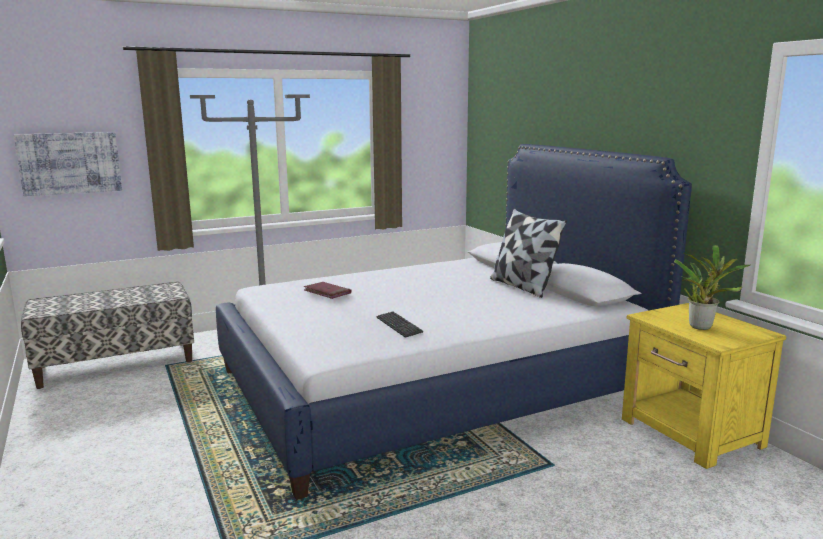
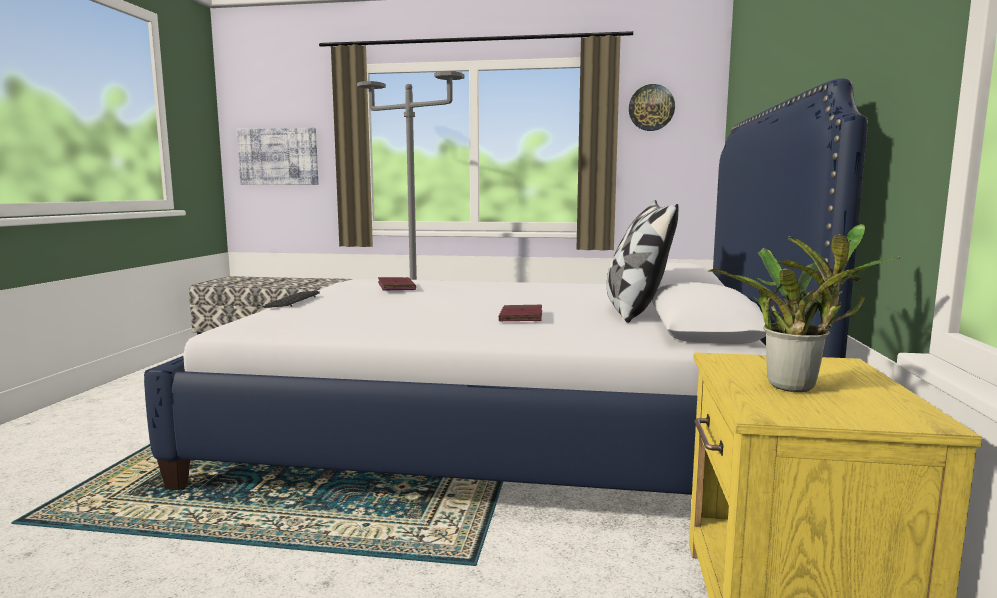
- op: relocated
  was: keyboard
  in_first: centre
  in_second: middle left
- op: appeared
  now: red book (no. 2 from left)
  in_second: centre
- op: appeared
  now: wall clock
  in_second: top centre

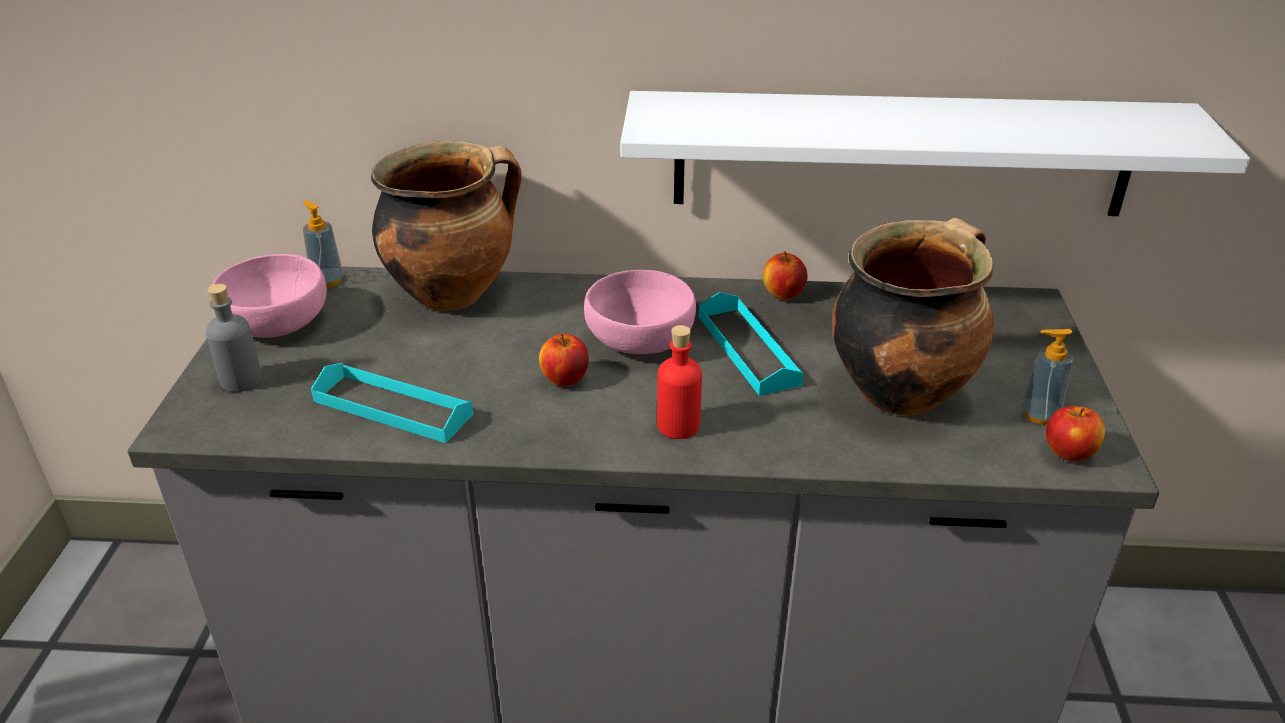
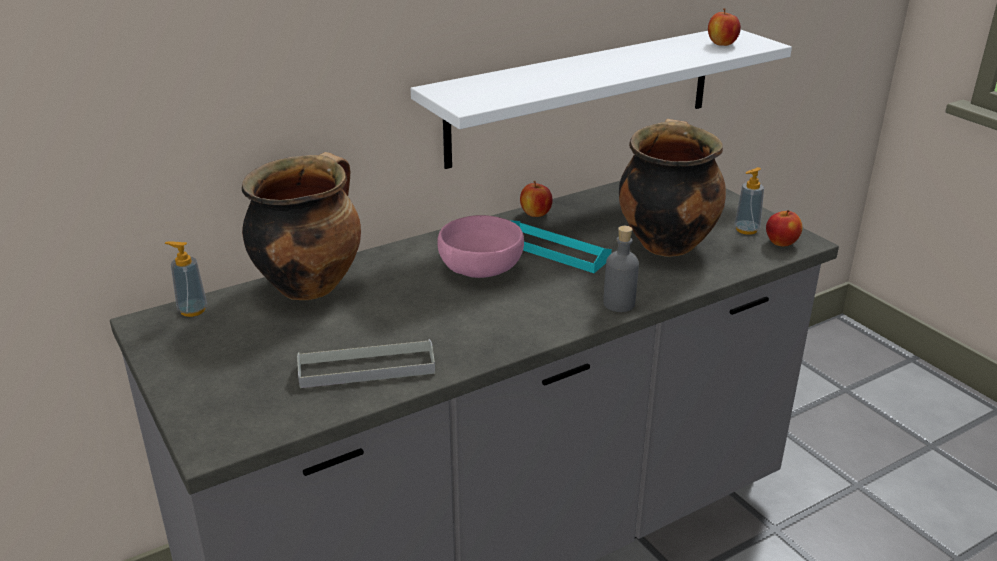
- op: relocated
  was: grey bottle
  in_first: middle left
  in_second: centre
- op: missing
  was: pink bowl (no. 1 from left)
  in_first: middle left
- op: colour
  was: turquoise tray (no. 1 from left)
  now: grey tray
  in_first: middle left
  in_second: centre
- op: relocated
  was: apple (no. 1 from left in the first image)
  now: apple (no. 2 from left)
  in_first: centre
  in_second: top right
- op: missing
  was: red bottle
  in_first: centre

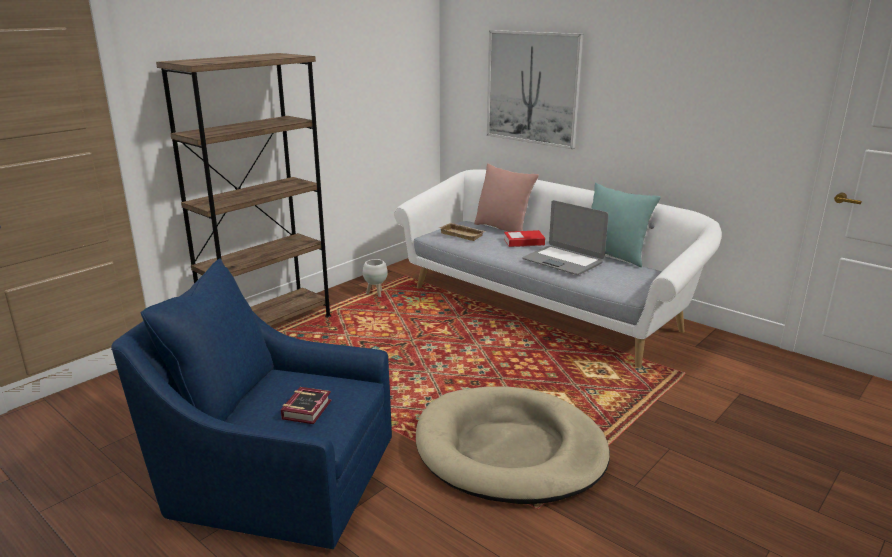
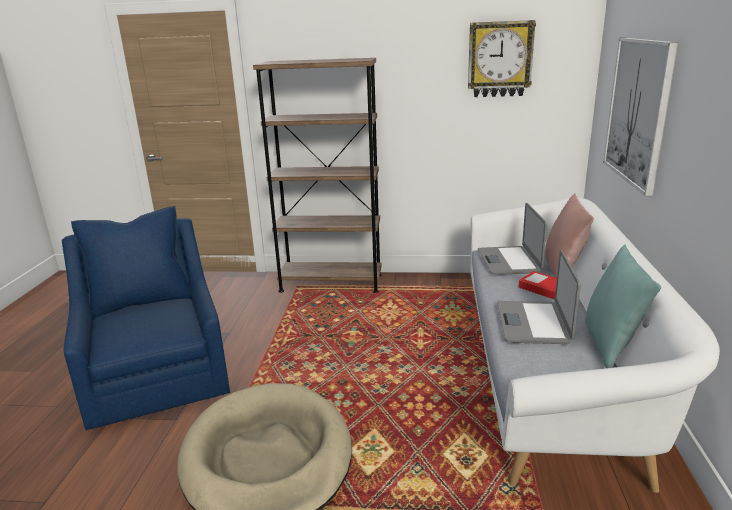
- op: missing
  was: book (no. 1 from left)
  in_first: bottom centre
- op: missing
  was: white planter
  in_first: centre
- op: exchanged
  was: beige tray
  now: laptop (no. 1 from left)
  in_first: centre
  in_second: middle right
- op: appeared
  now: wall clock
  in_second: top right

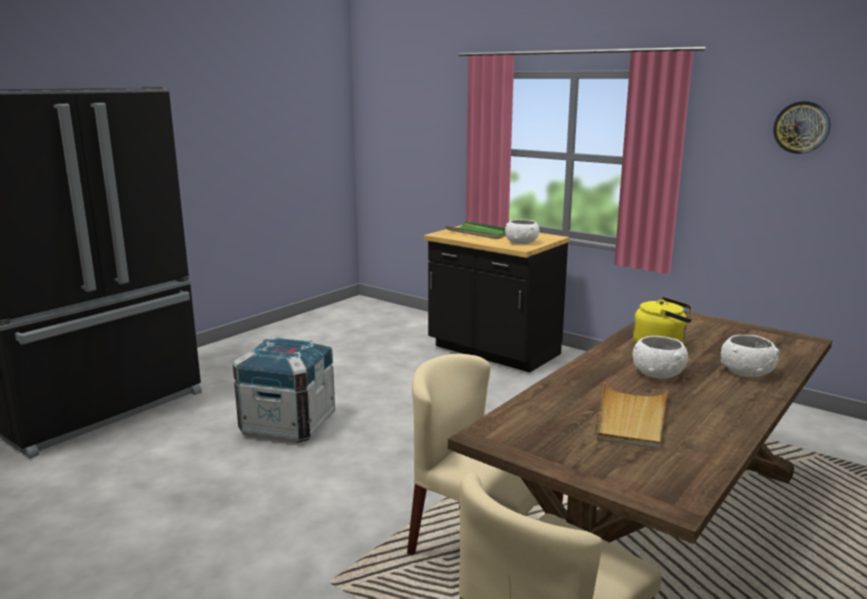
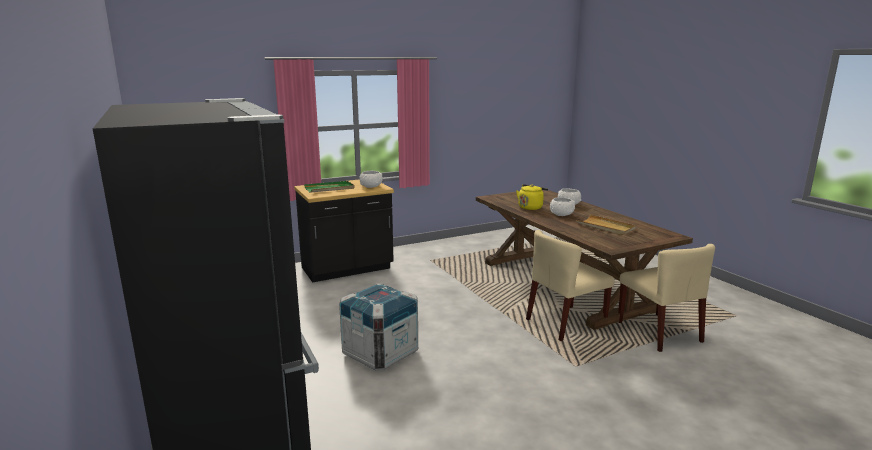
- op: missing
  was: wall clock
  in_first: top right

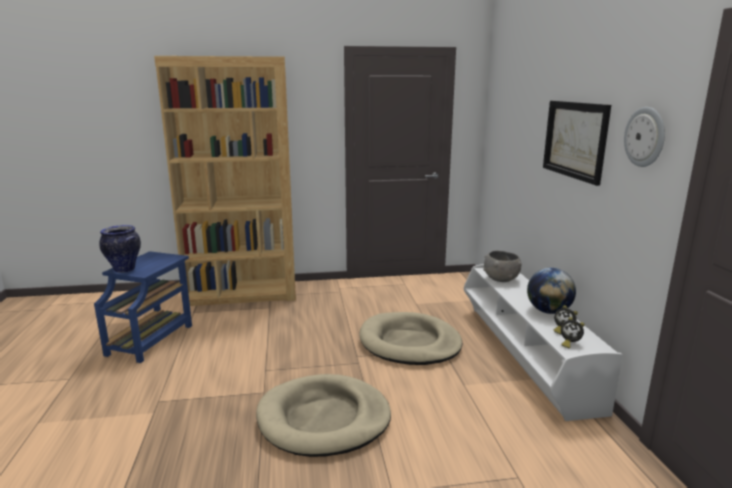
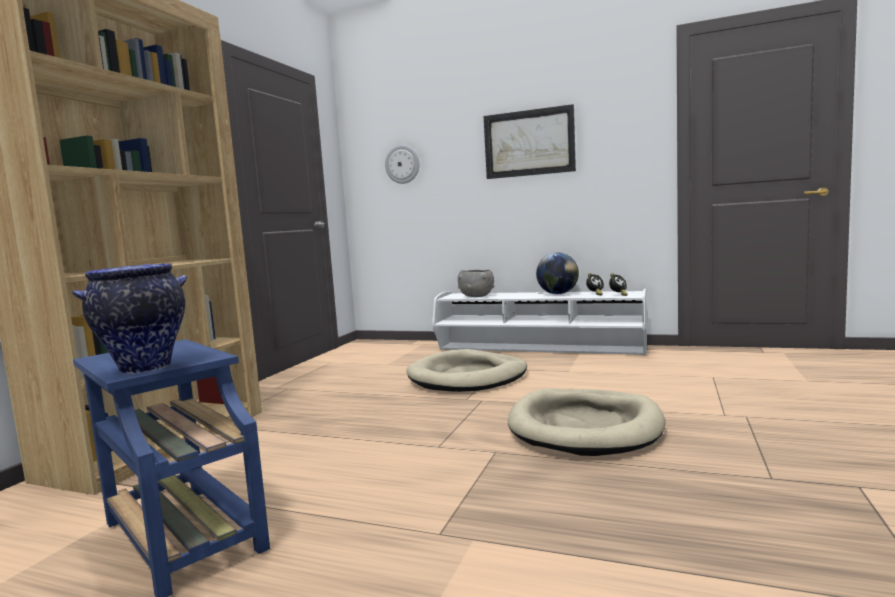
- op: relocated
  was: wall clock
  in_first: top right
  in_second: top centre

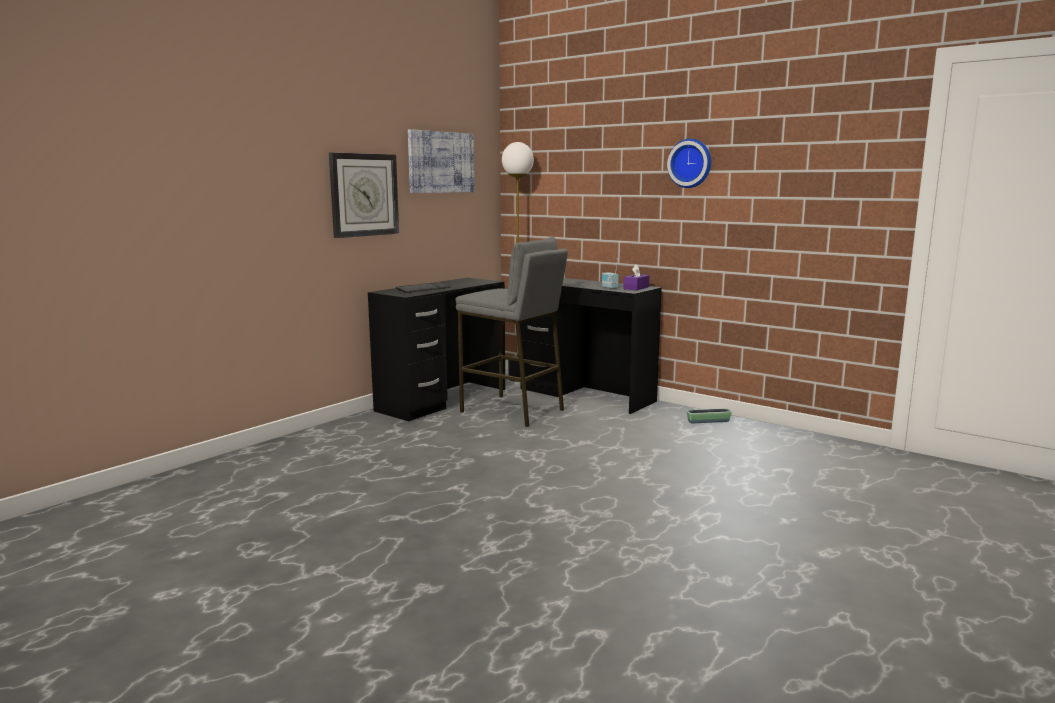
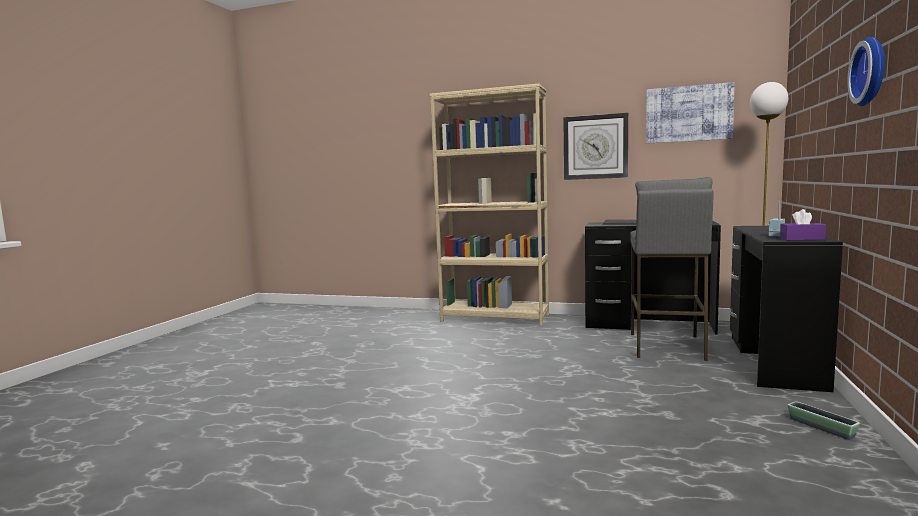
- op: appeared
  now: beige bookcase
  in_second: centre

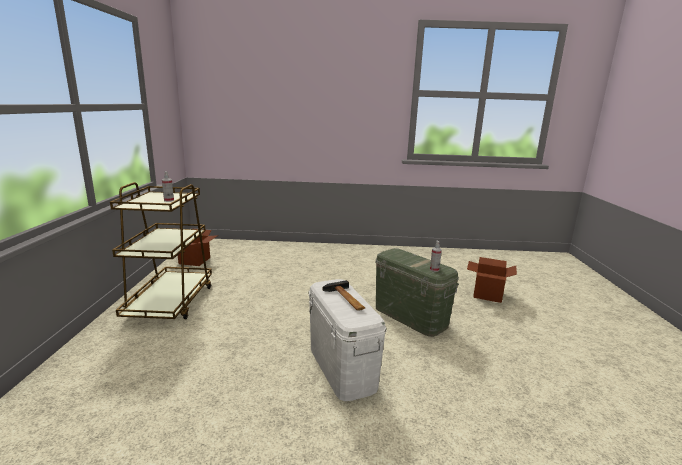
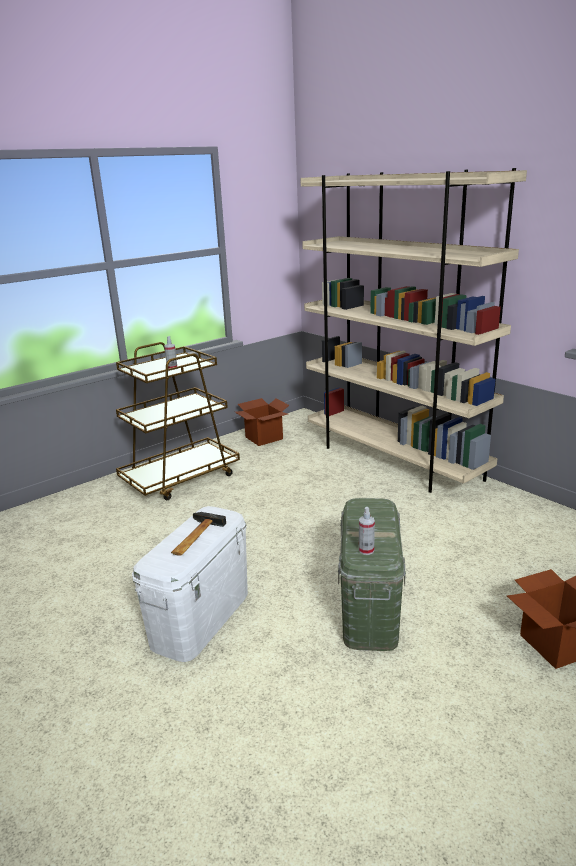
- op: appeared
  now: beige bookcase
  in_second: middle right

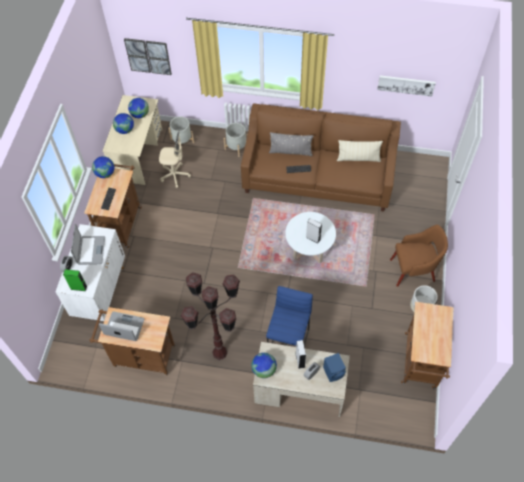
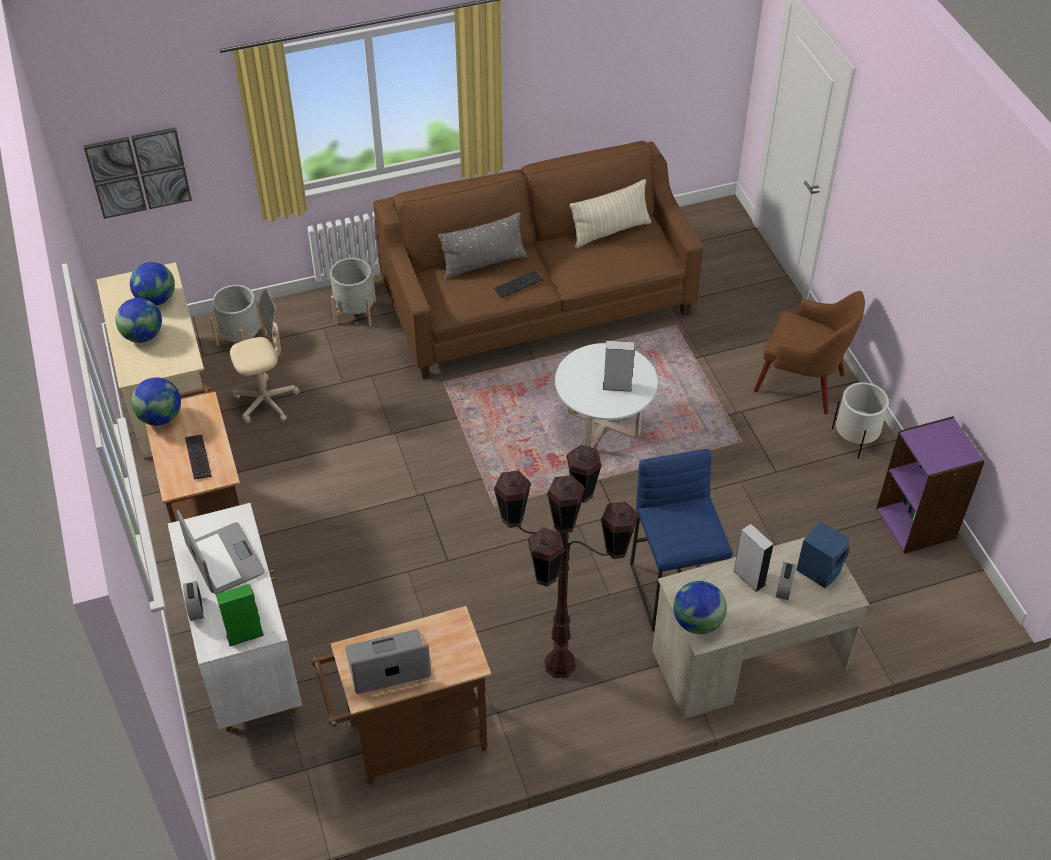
- op: missing
  was: picture (no. 2 from left)
  in_first: top right
- op: spun
  was: brown armchair
  in_first: middle right
  in_second: middle right
  clockwise: 60
- op: exchanged
  was: brown cart (no. 3 from left)
  now: purple bookcase
  in_first: bottom right
  in_second: middle right

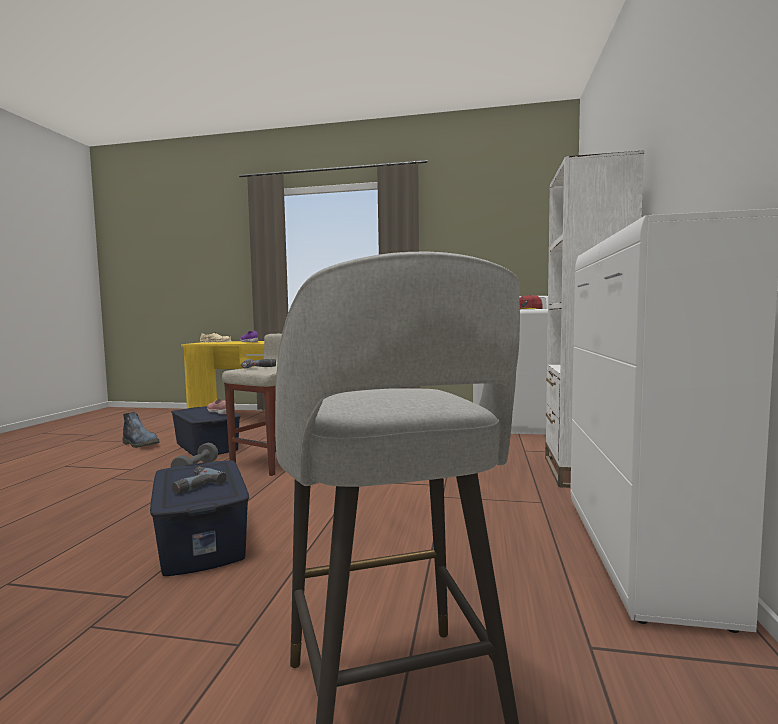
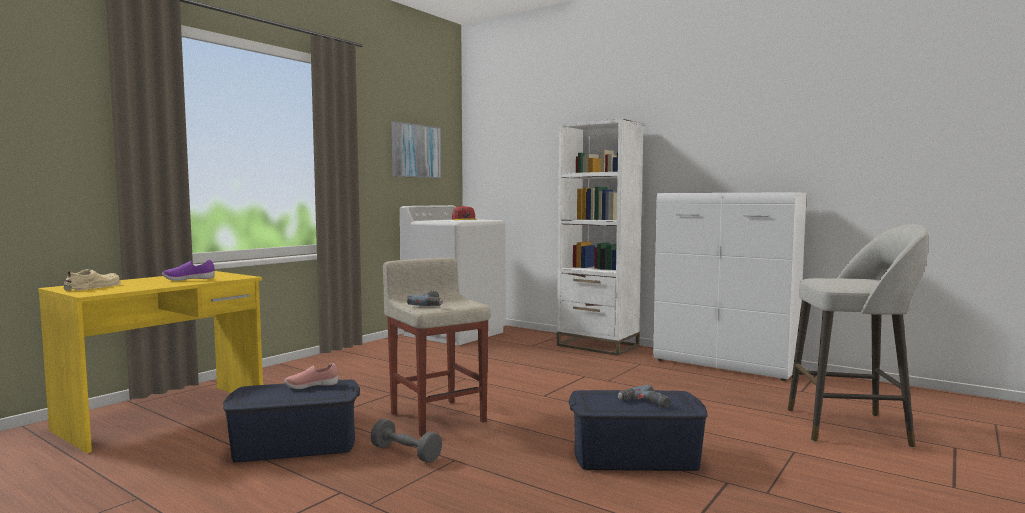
- op: missing
  was: boot
  in_first: middle left
- op: appeared
  now: picture
  in_second: top centre

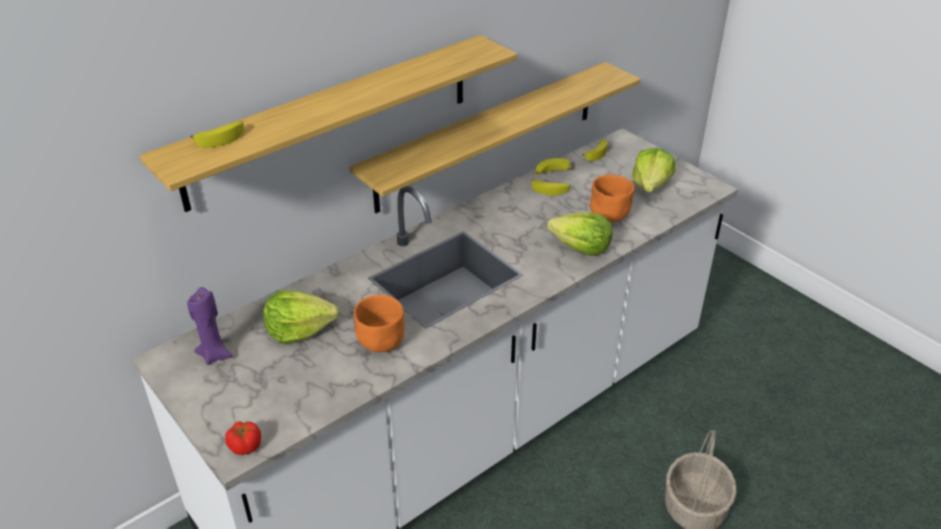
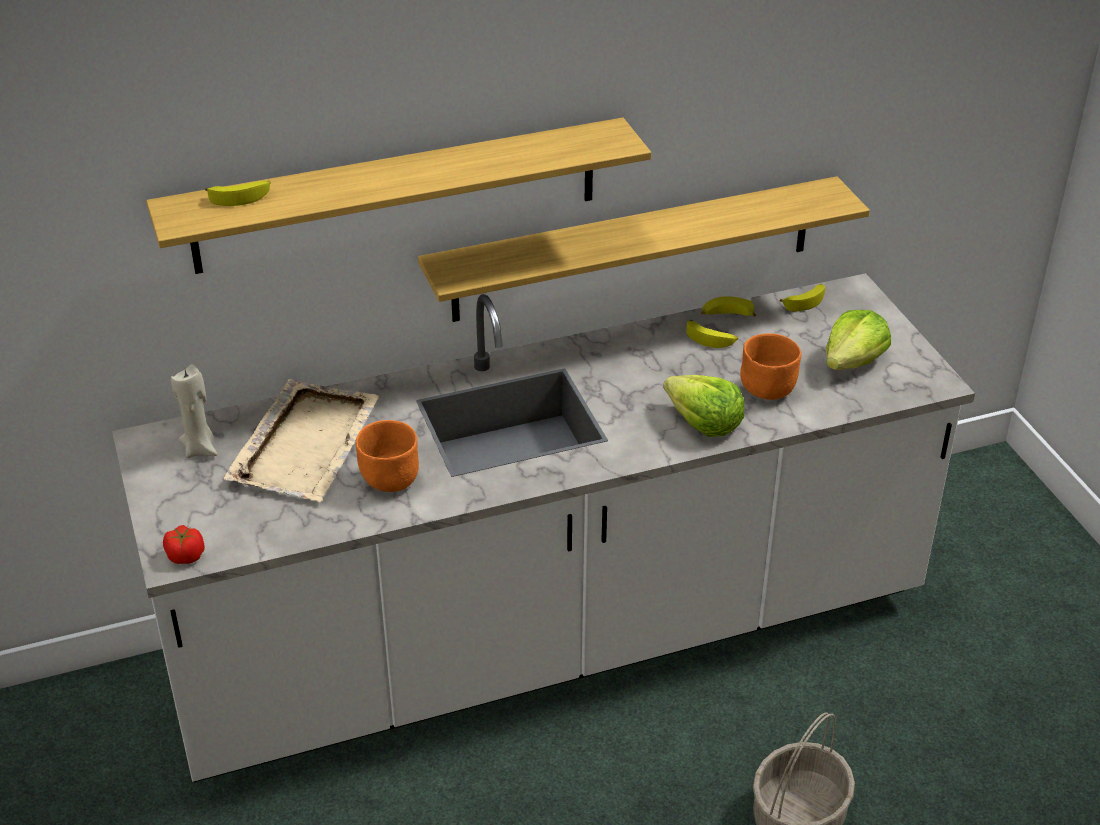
- op: colour
  was: purple candle
  now: beige candle
  in_first: middle left
  in_second: middle left
- op: exchanged
  was: lettuce (no. 1 from left)
  now: beige tray
  in_first: middle left
  in_second: middle left

